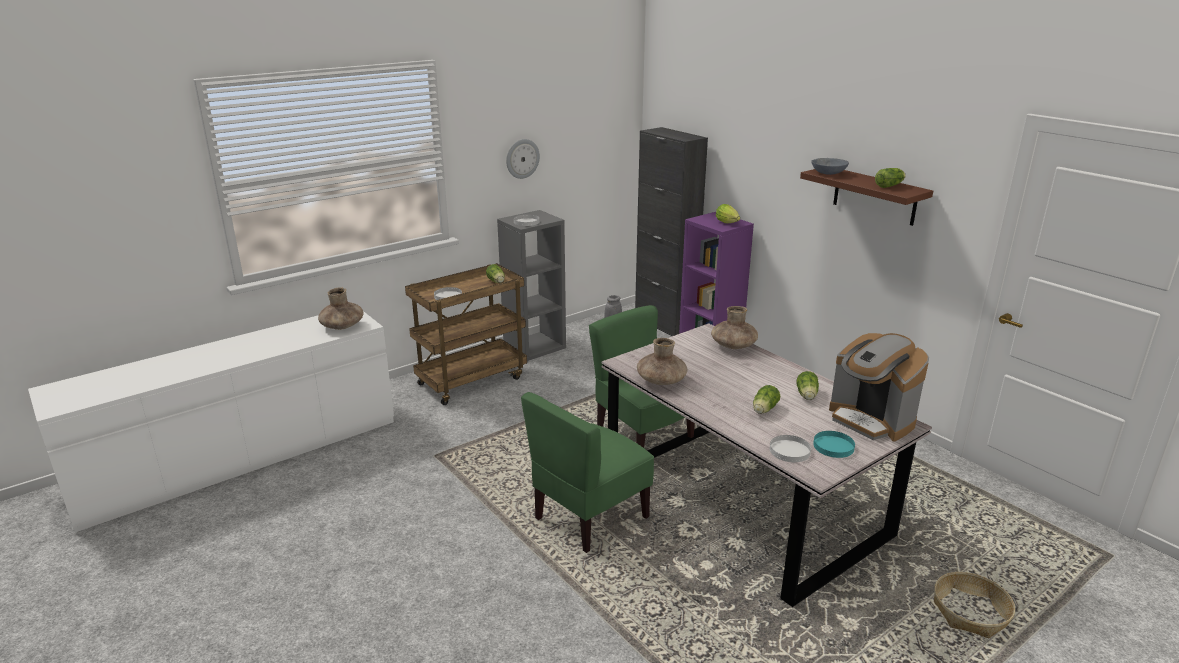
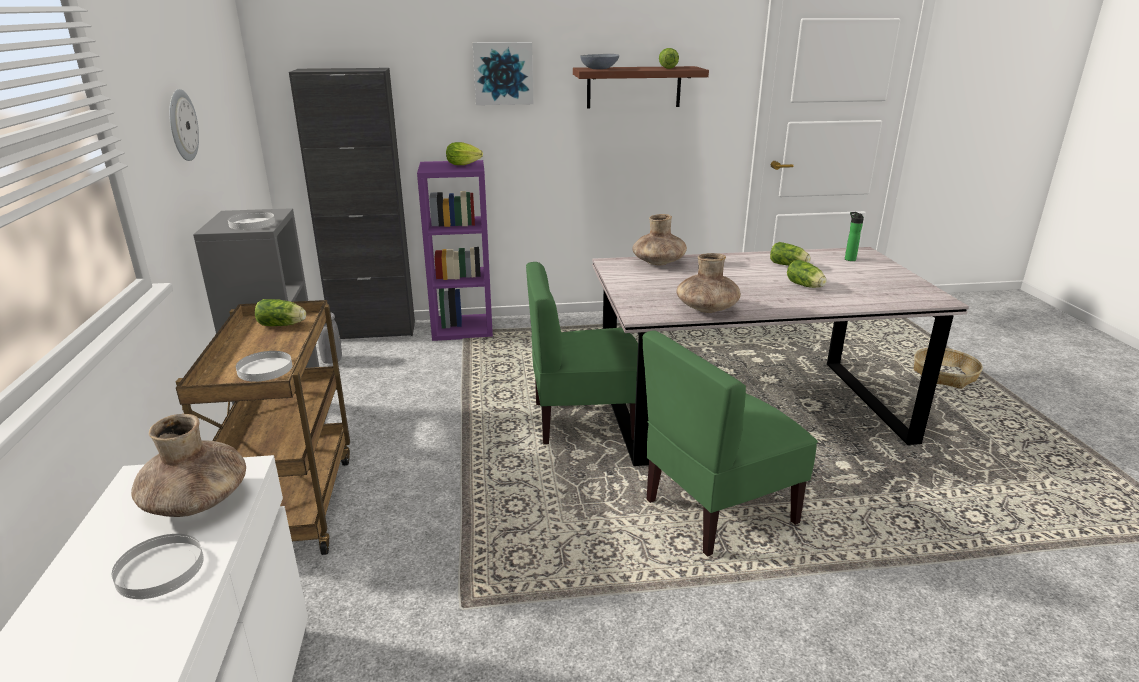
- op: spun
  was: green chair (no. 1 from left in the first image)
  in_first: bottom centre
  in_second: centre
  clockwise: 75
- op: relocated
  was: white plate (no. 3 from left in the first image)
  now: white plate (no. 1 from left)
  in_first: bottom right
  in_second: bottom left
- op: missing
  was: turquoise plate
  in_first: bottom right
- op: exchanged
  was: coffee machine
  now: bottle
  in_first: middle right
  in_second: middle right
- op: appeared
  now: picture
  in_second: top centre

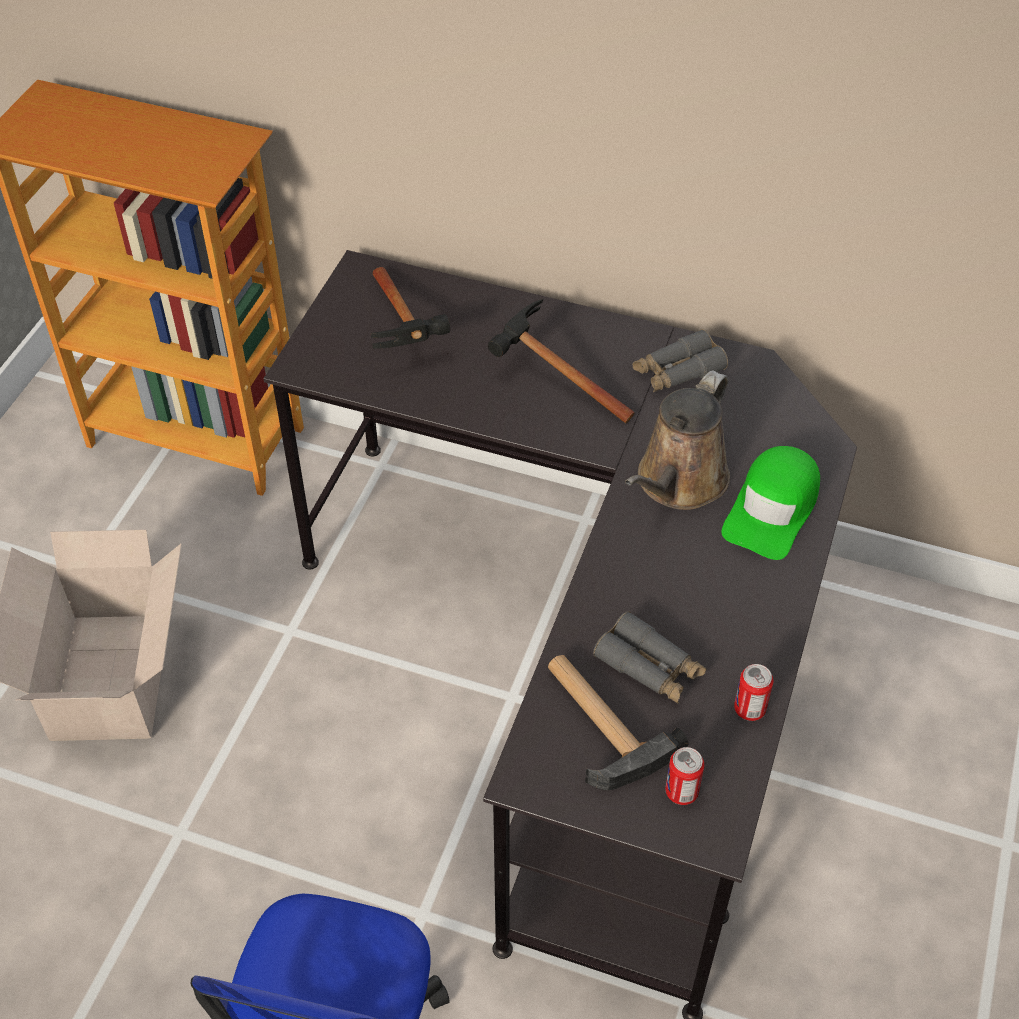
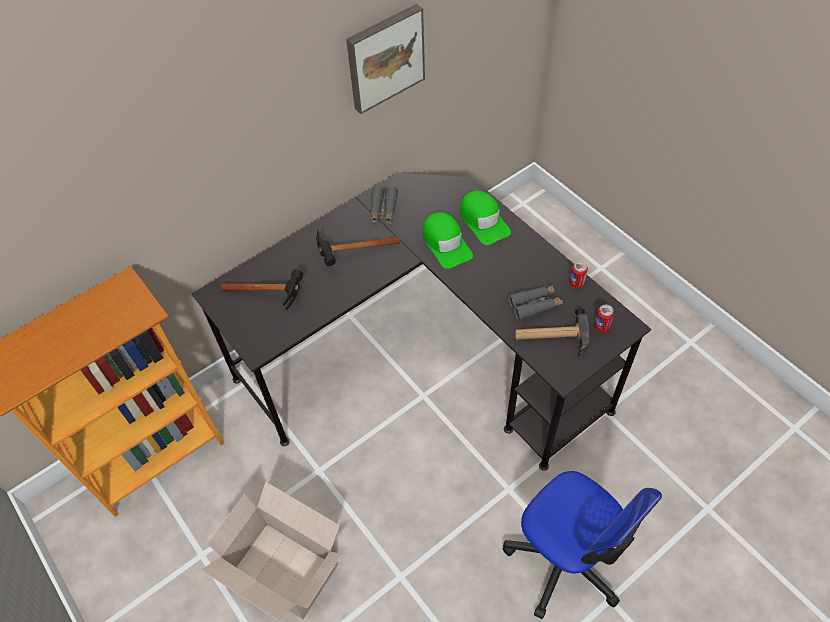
- op: exchanged
  was: brown watering can
  now: green cap (no. 1 from left)
  in_first: centre
  in_second: centre
- op: appeared
  now: picture
  in_second: top centre

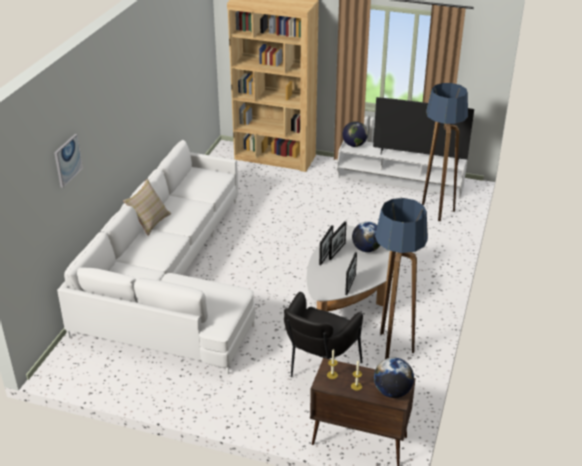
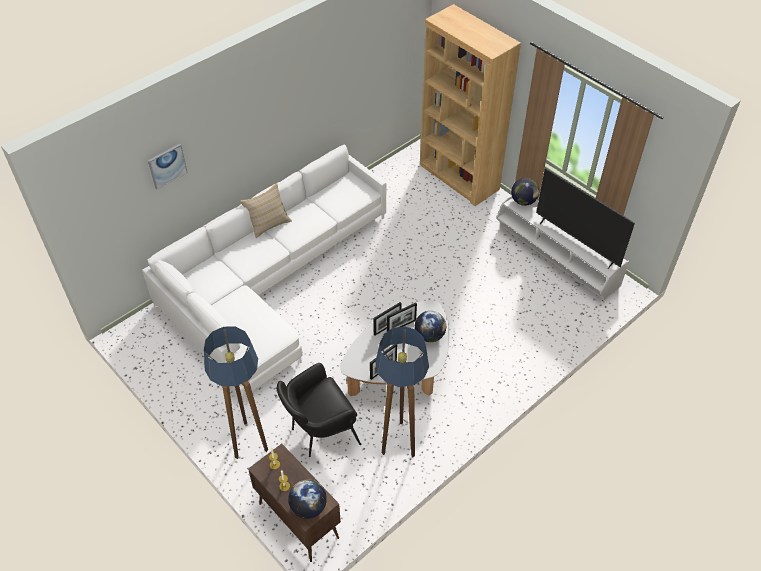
- op: relocated
  was: floor lamp (no. 2 from left in the first image)
  now: floor lamp (no. 1 from left)
  in_first: top right
  in_second: bottom left

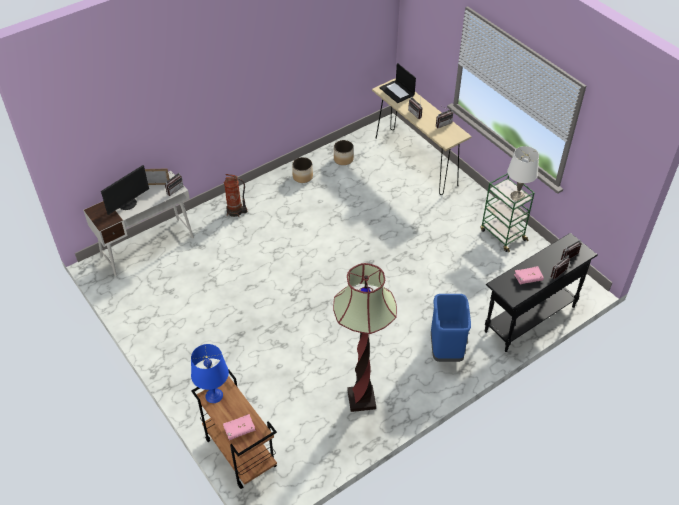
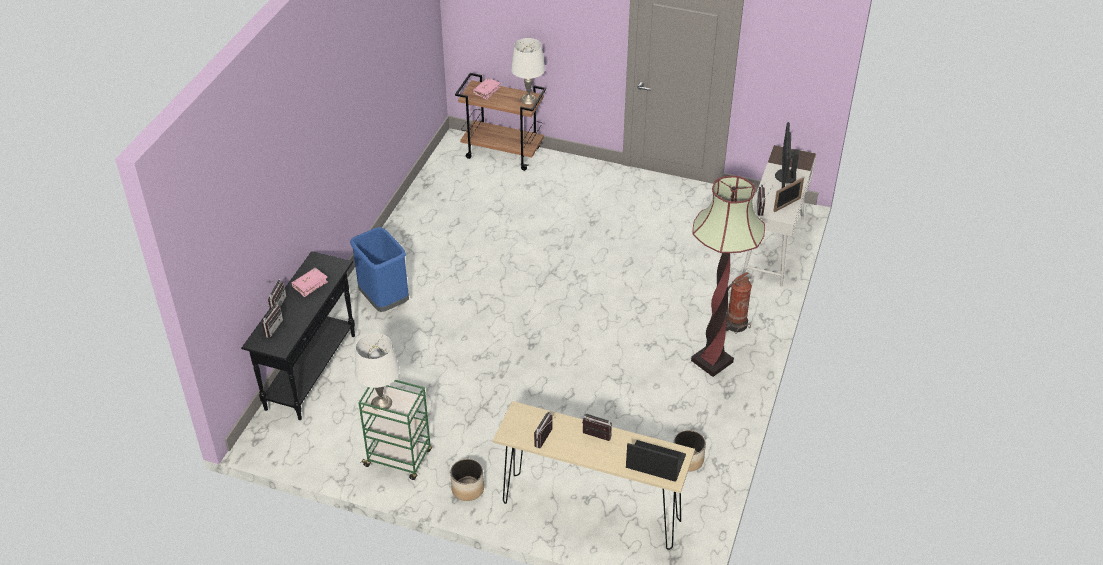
- op: colour
  was: blue table lamp
  now: white table lamp (no. 2 from left)
  in_first: bottom left
  in_second: top centre
- op: relocated
  was: planter (no. 1 from left)
  in_first: centre
  in_second: bottom centre
- op: relocated
  was: floor lamp
  in_first: bottom centre
  in_second: centre

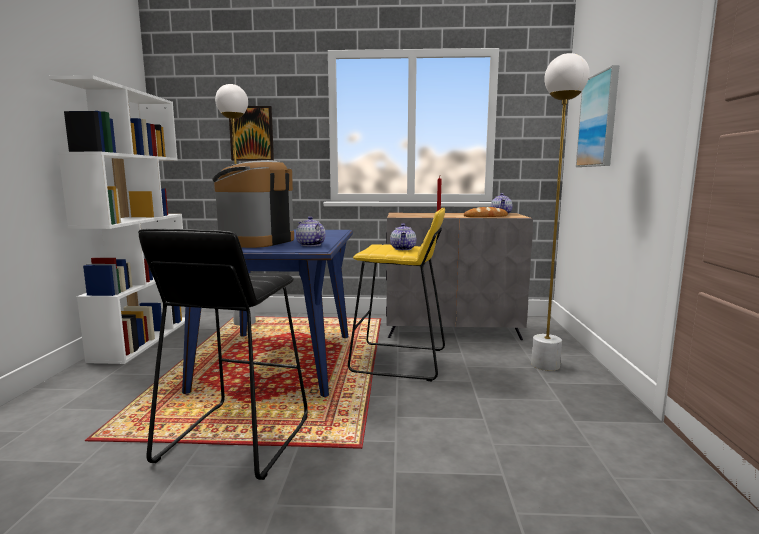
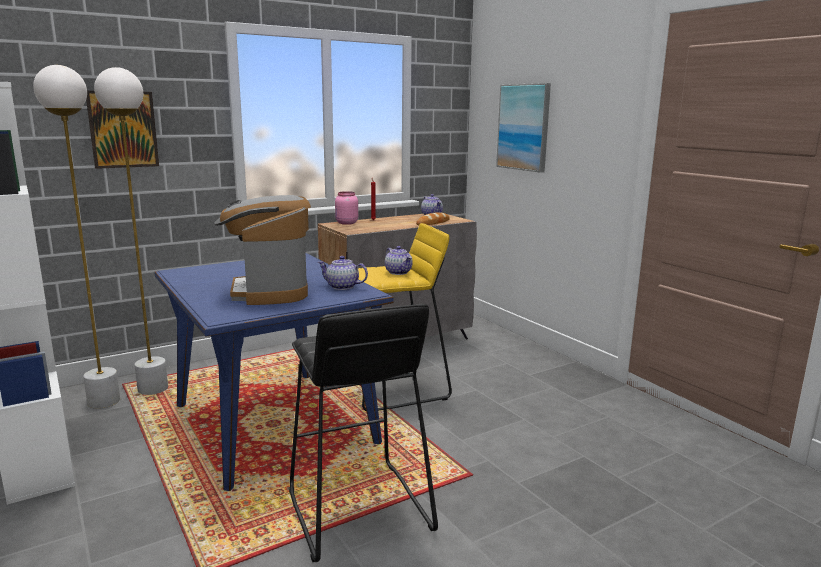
- op: relocated
  was: white floor lamp (no. 2 from left in the first image)
  now: white floor lamp (no. 1 from left)
  in_first: middle right
  in_second: middle left
- op: appeared
  now: pink jar
  in_second: centre

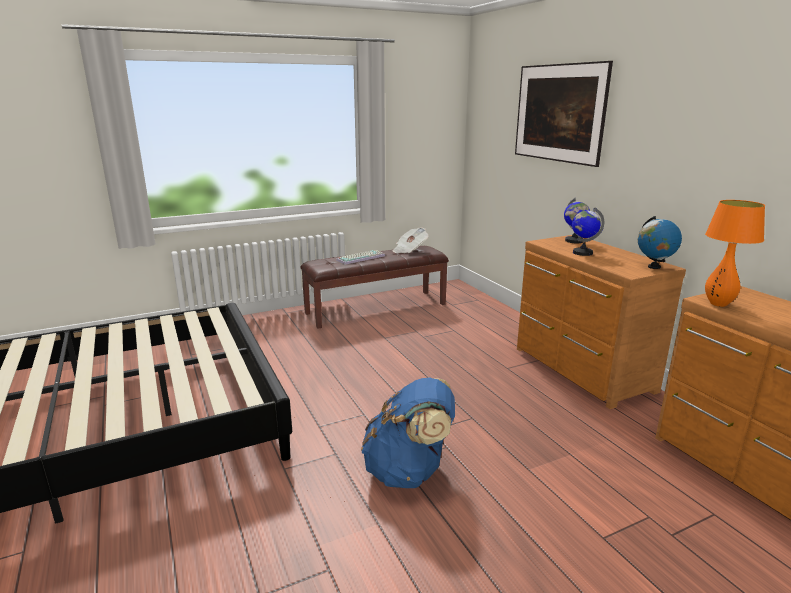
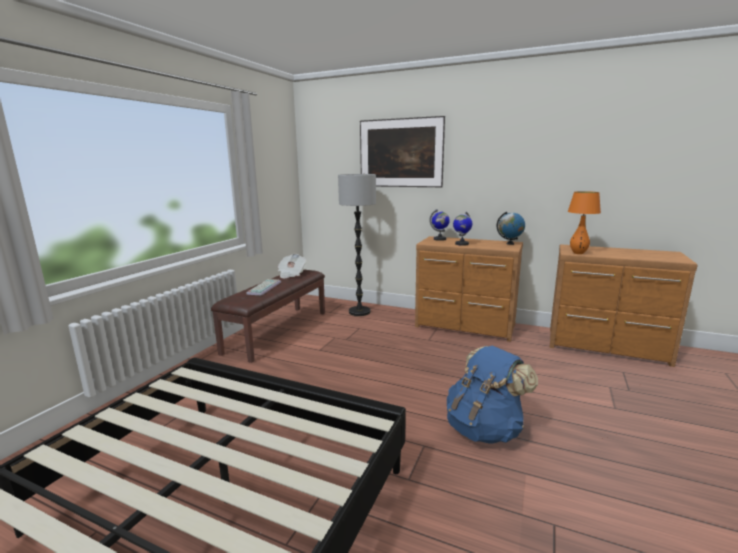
- op: appeared
  now: floor lamp
  in_second: centre

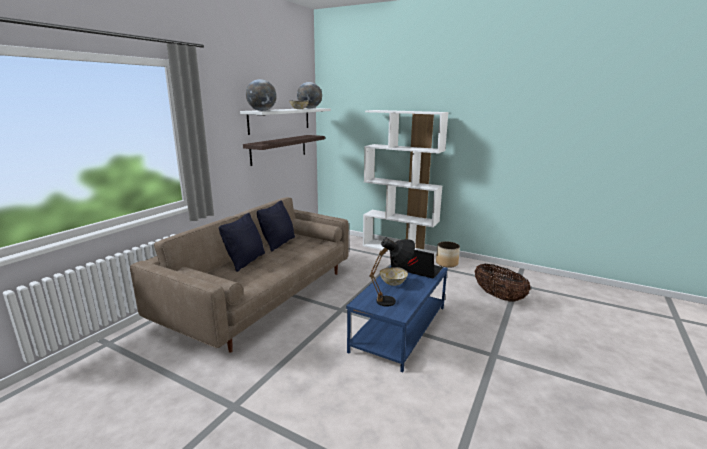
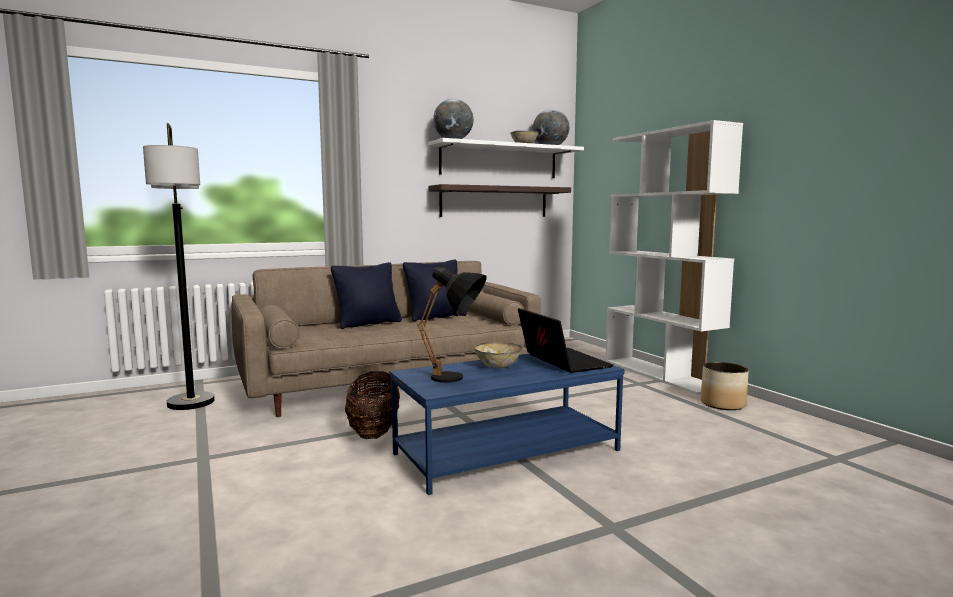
- op: relocated
  was: basket
  in_first: middle right
  in_second: bottom centre
- op: appeared
  now: floor lamp
  in_second: middle left

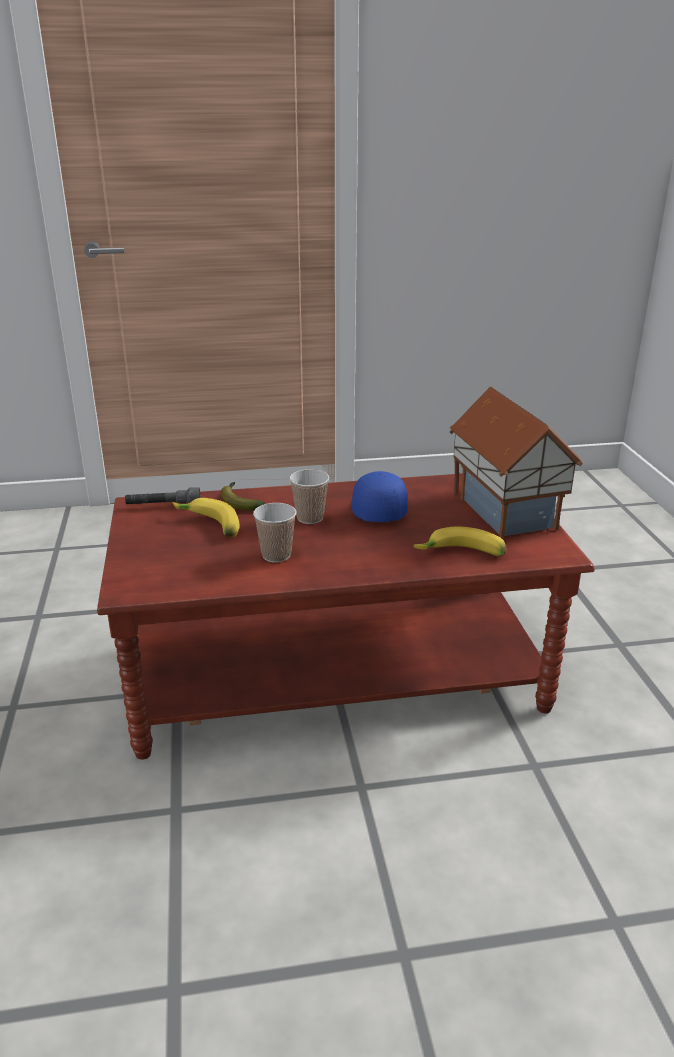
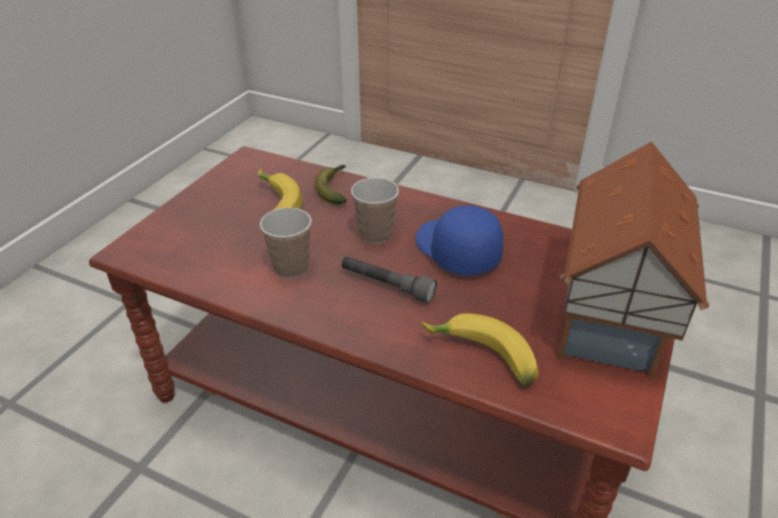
- op: relocated
  was: grey flashlight
  in_first: middle left
  in_second: centre
- op: spun
  was: blue cap
  in_first: centre
  in_second: centre
  clockwise: -60

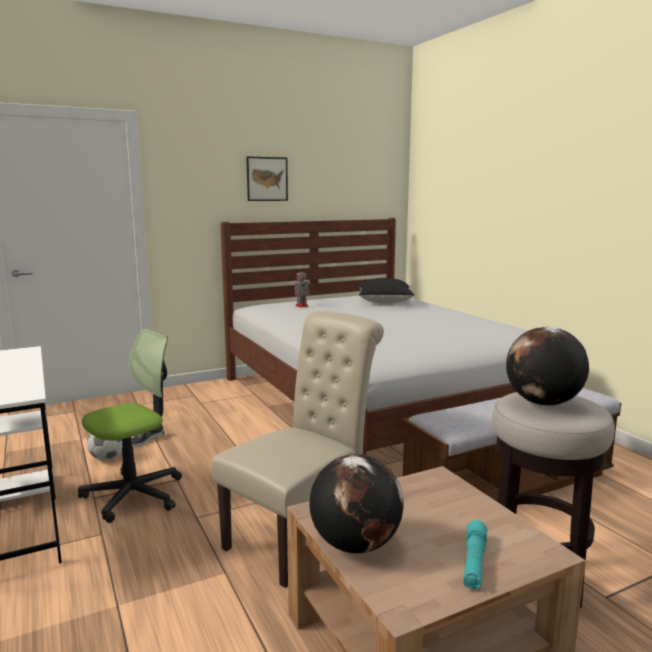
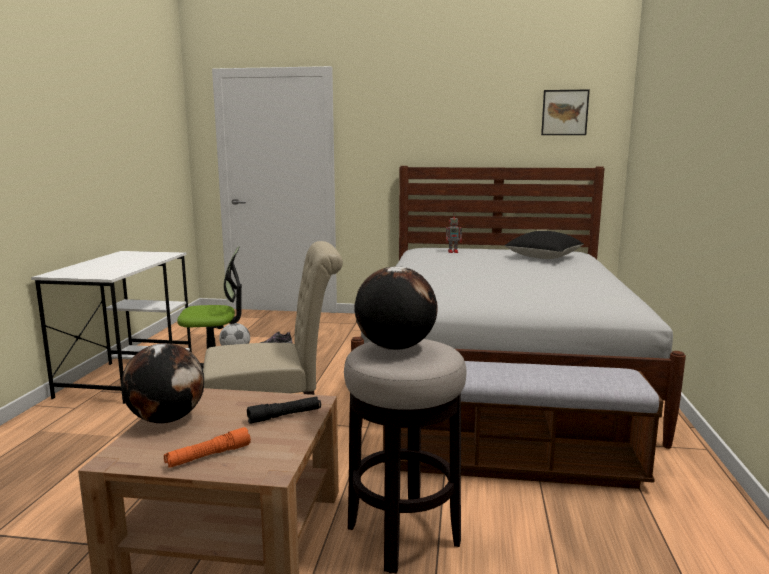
- op: relocated
  was: picture
  in_first: top centre
  in_second: top right
- op: colour
  was: turquoise flashlight
  now: orange flashlight
  in_first: bottom right
  in_second: bottom left
- op: appeared
  now: black flashlight
  in_second: bottom centre

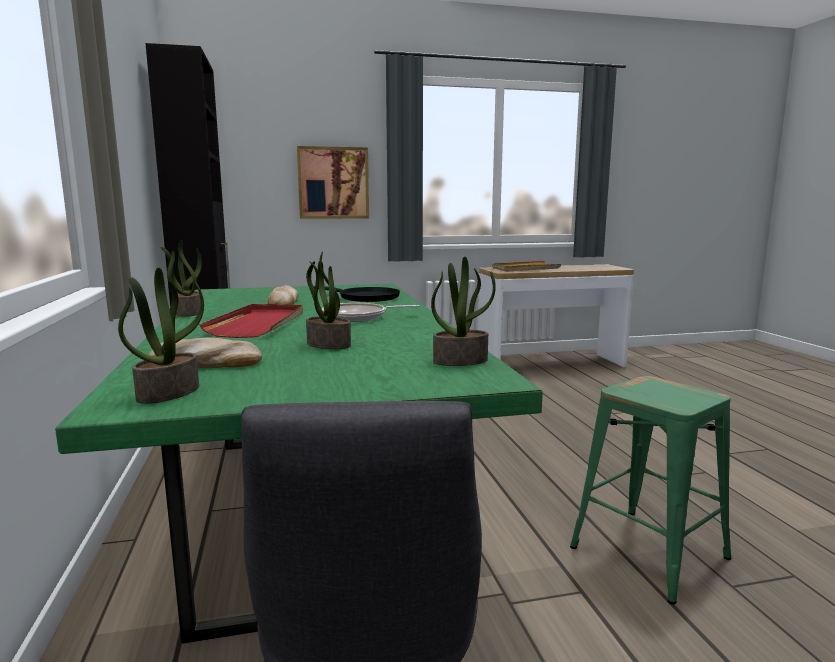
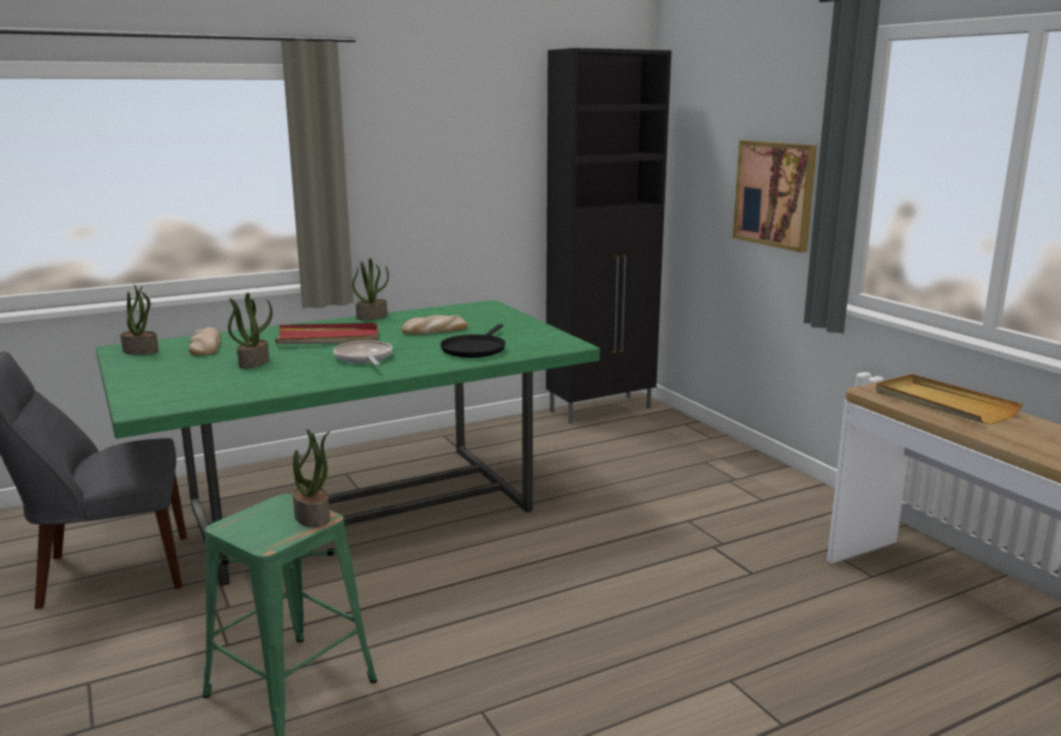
- op: relocated
  was: potted plant (no. 4 from left in the first image)
  now: potted plant (no. 3 from left)
  in_first: centre
  in_second: middle left

